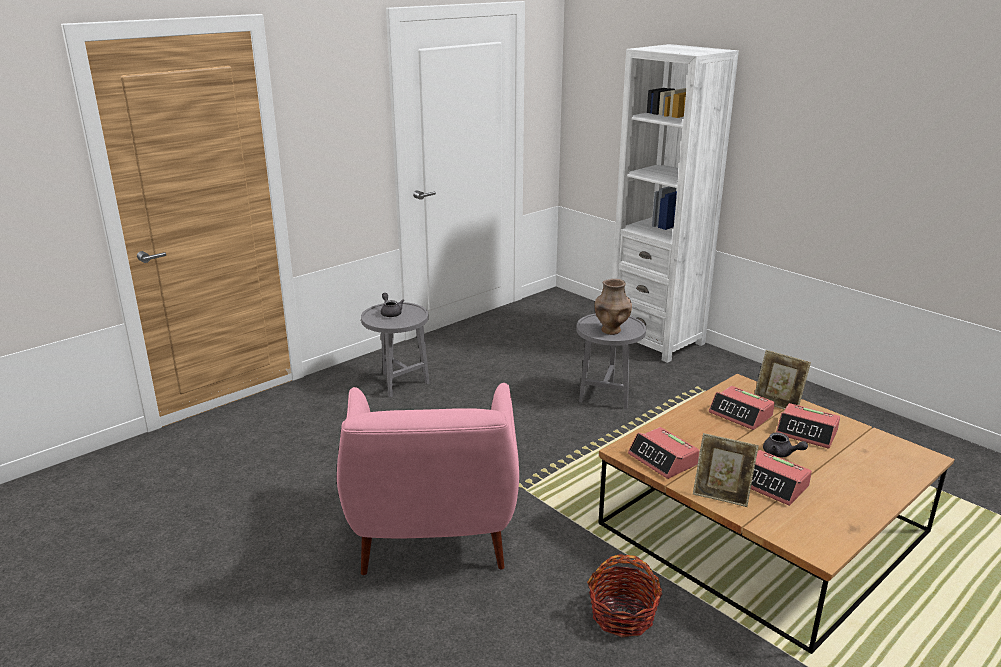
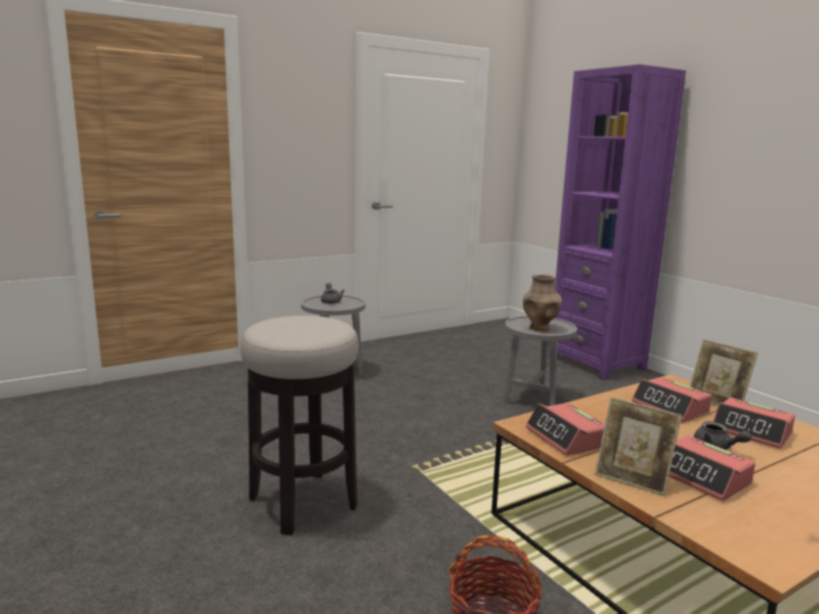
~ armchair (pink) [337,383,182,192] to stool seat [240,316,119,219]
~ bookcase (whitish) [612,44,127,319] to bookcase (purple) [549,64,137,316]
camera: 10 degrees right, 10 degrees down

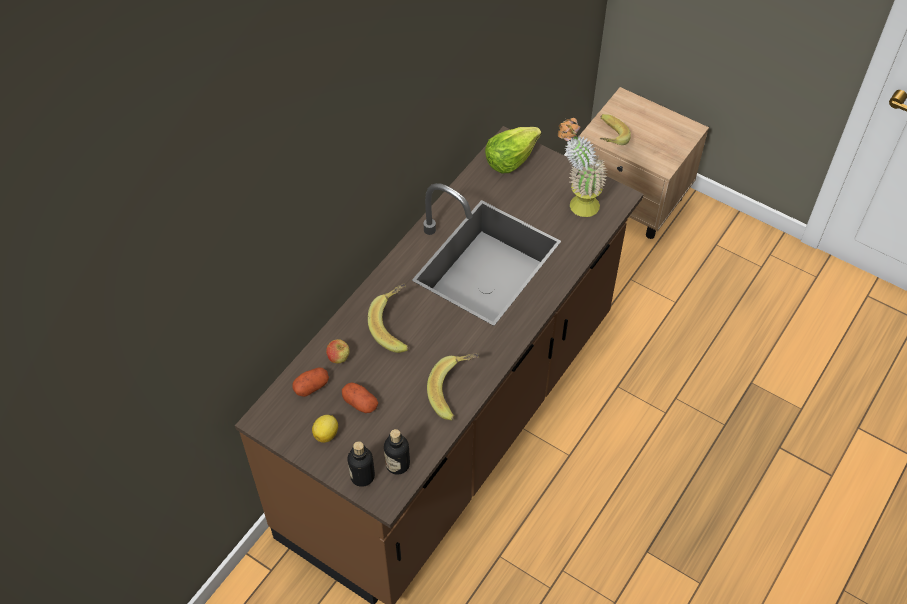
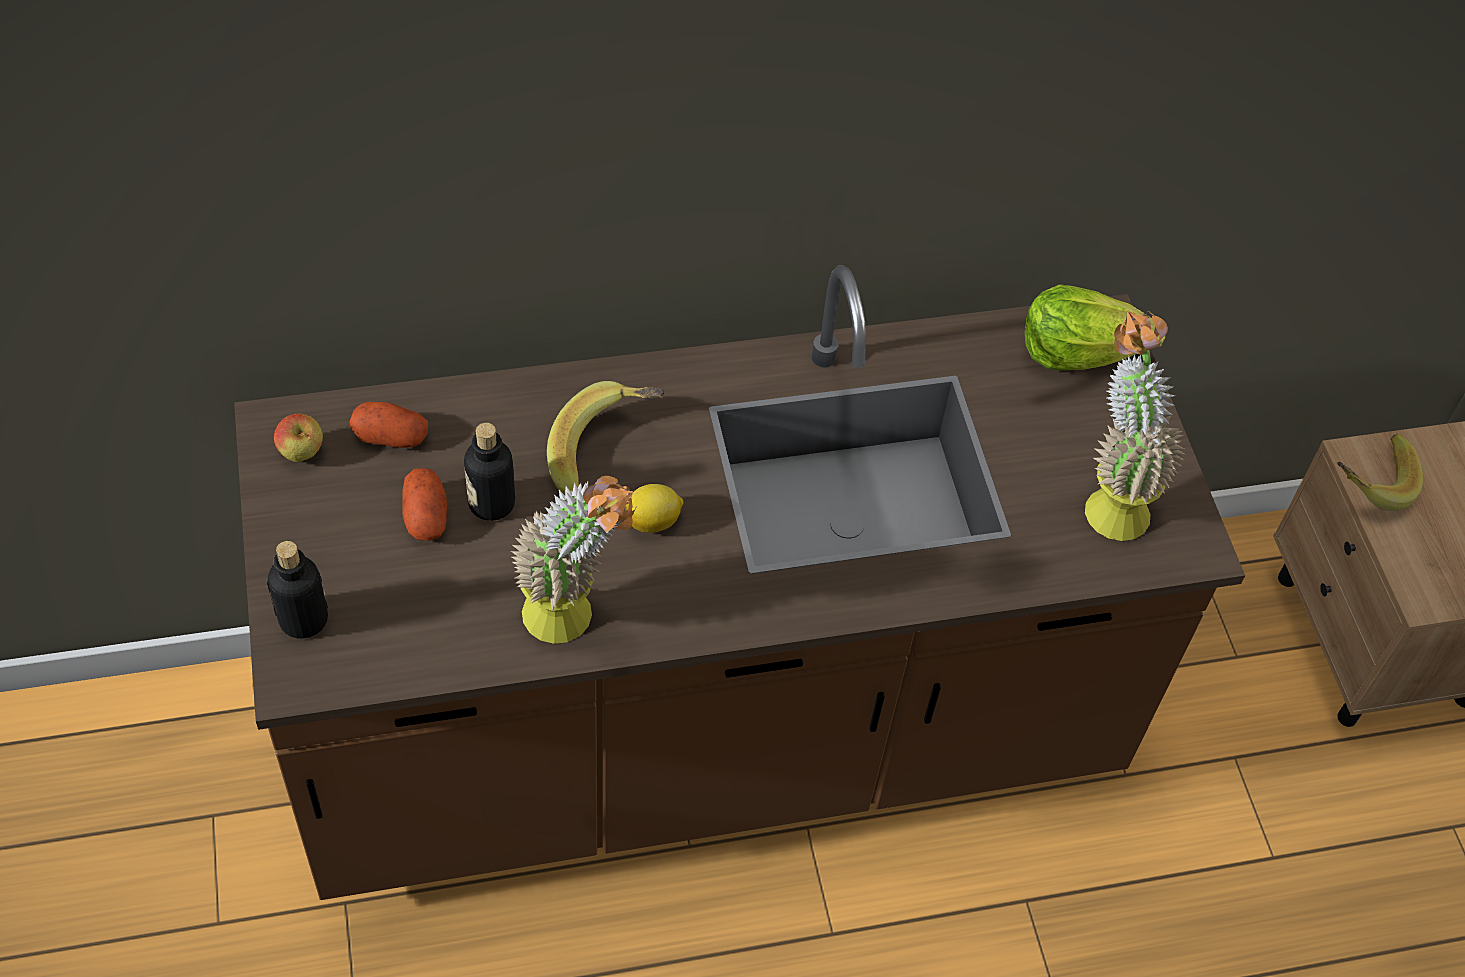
~ citrus fruit [312,415,26,28] to [626,484,58,49]
~ whole apple [326,339,24,24] to [274,414,49,48]
~ drink bottle [384,429,26,46] to [464,423,51,98]
~ whole banana [427,354,52,66] to plant in a pot [511,476,126,168]
camera: 40 degrees right, 0 degrees up

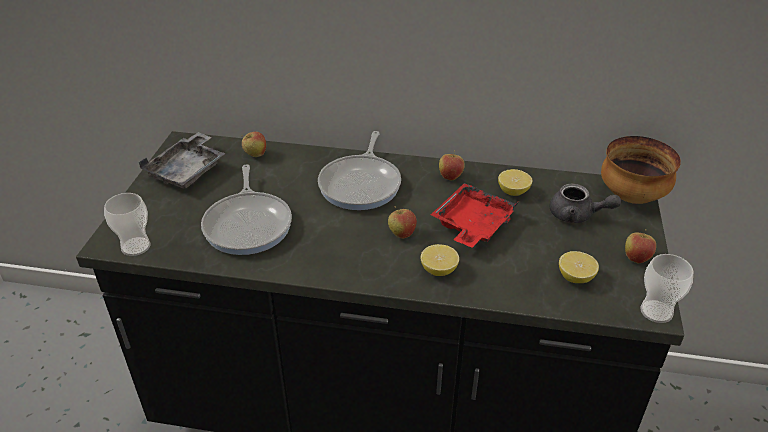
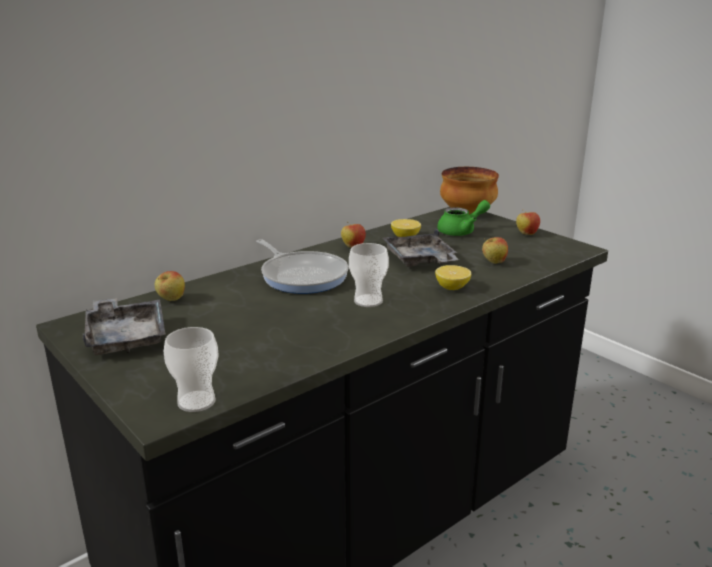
- pan [201,164,91,91]
~ whole apple [388,206,29,33] to [482,237,26,27]
~ carrying tray (reddish) [431,183,88,65] to carrying tray (gray) [382,228,77,39]
~ tea pot (gray) [550,184,71,39] to tea pot (greenish) [437,200,53,36]
- citrus fruit [559,251,40,32]
~ small cup [640,254,53,69] to [349,243,40,64]
camera: 50 degrees left, 15 degrees down

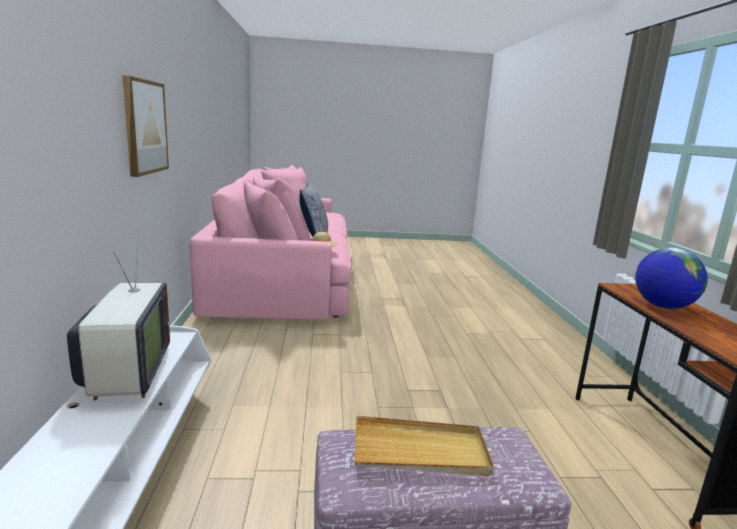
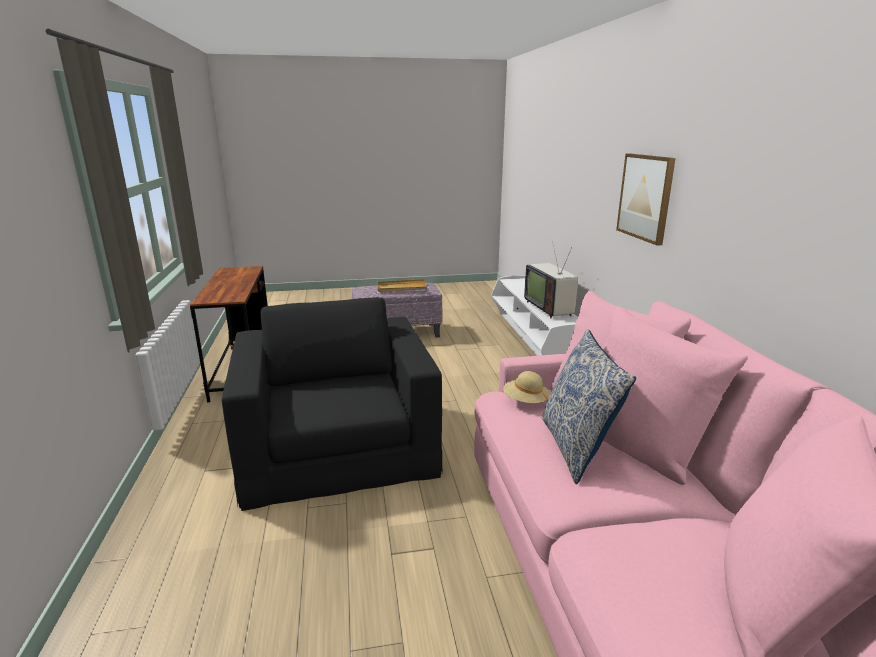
- desk globe [635,248,73,61]
+ armchair (black) [222,297,221,214]
camera: 175 degrees right, 5 degrees up

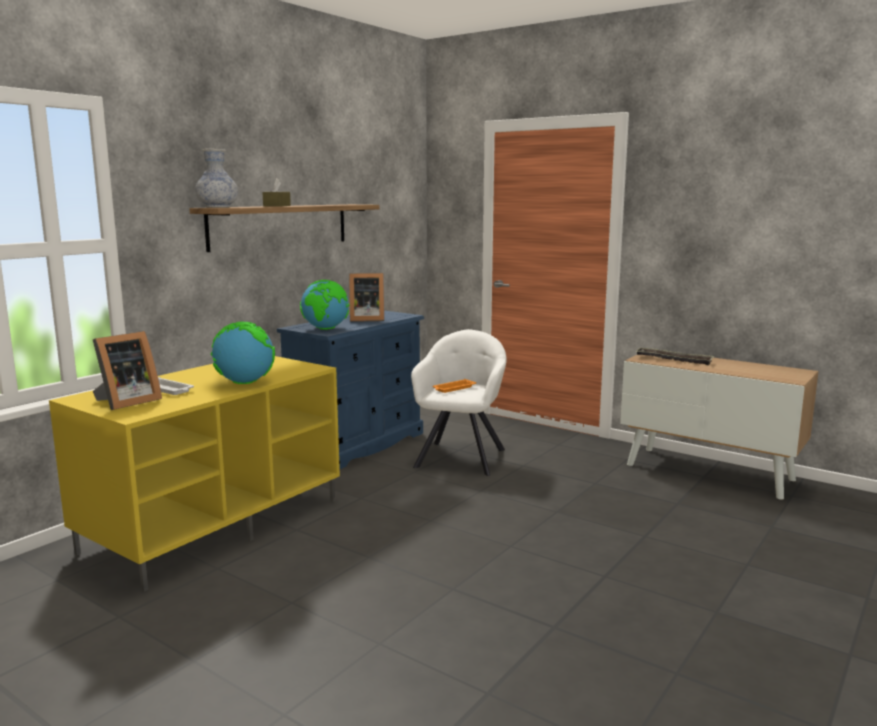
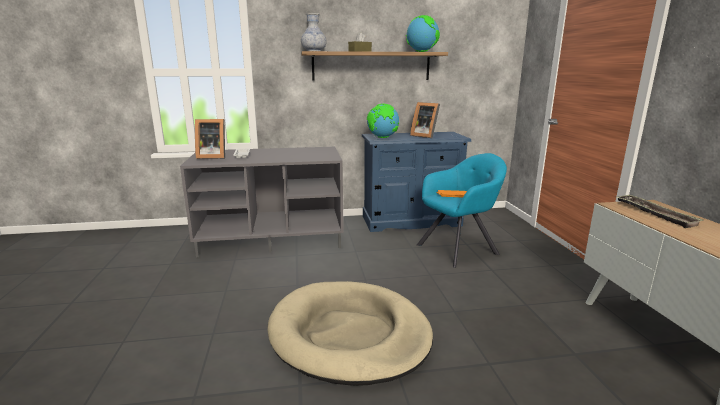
~ media console (yellow) [49,356,291,236] to media console (gray) [180,147,164,110]
~ desk globe [211,321,64,63] to [406,15,34,37]
~ armchair (whitish) [411,329,96,147] to armchair (blue-green) [417,153,90,115]
+ pet bed (beige) [267,281,166,105]
camera: 45 degrees right, 5 degrees up

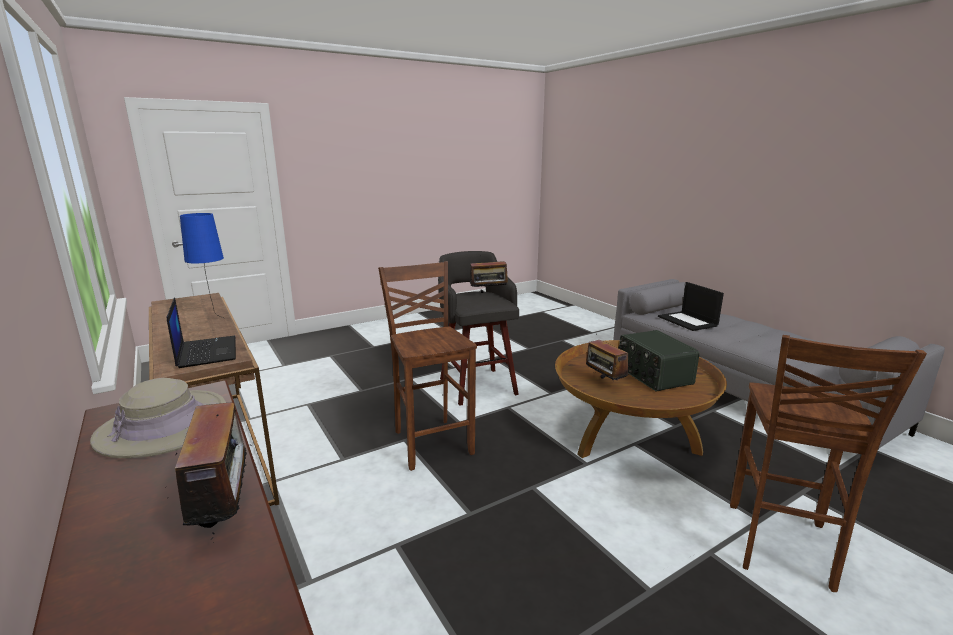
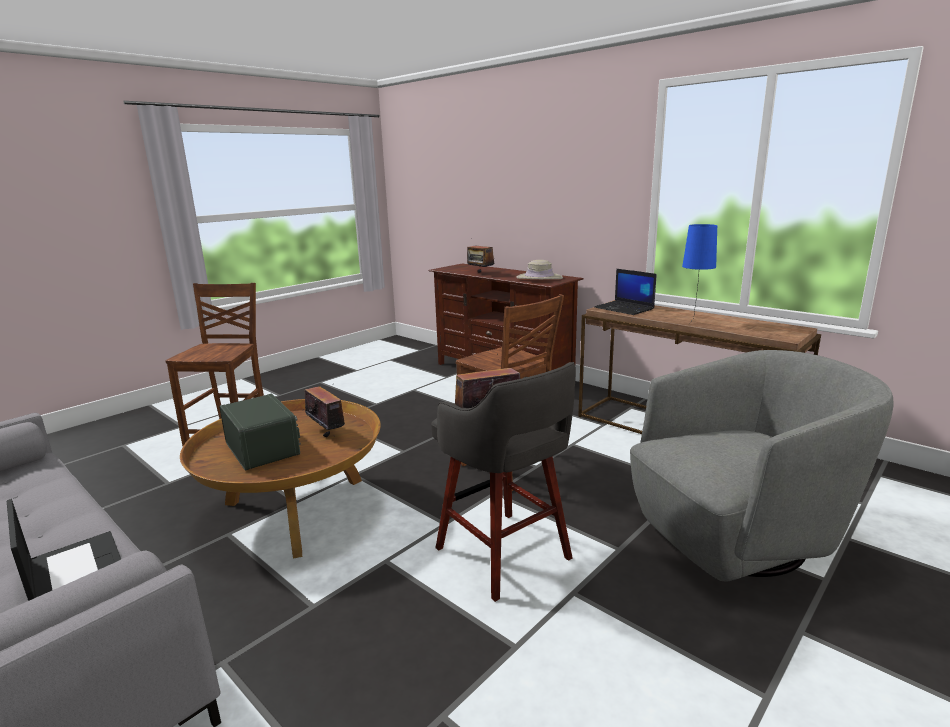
+ armchair (gray) [630,350,264,231]
camera: 165 degrees right, 0 degrees up

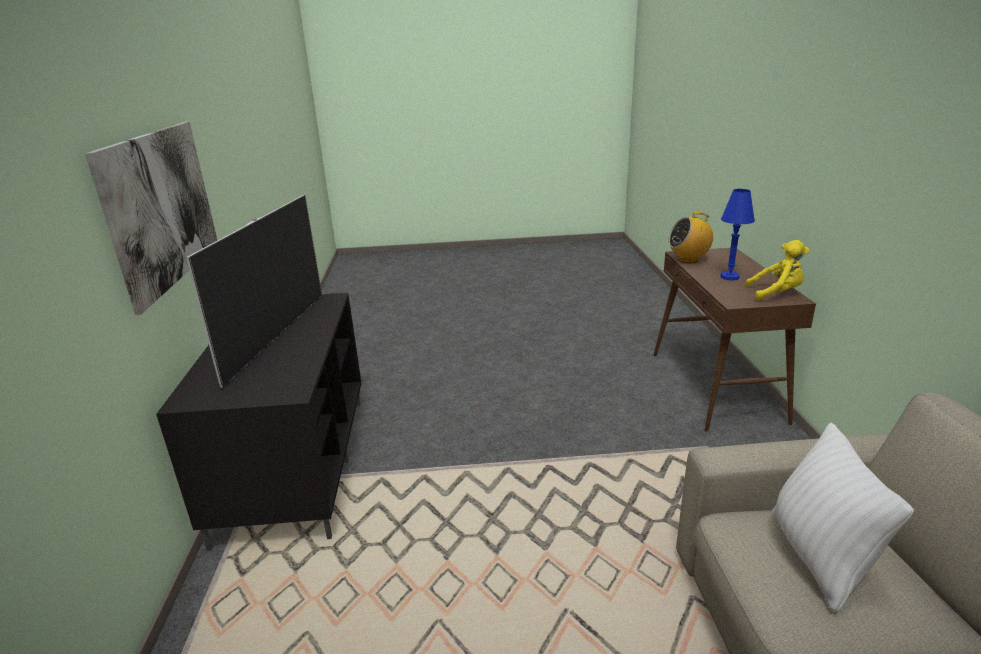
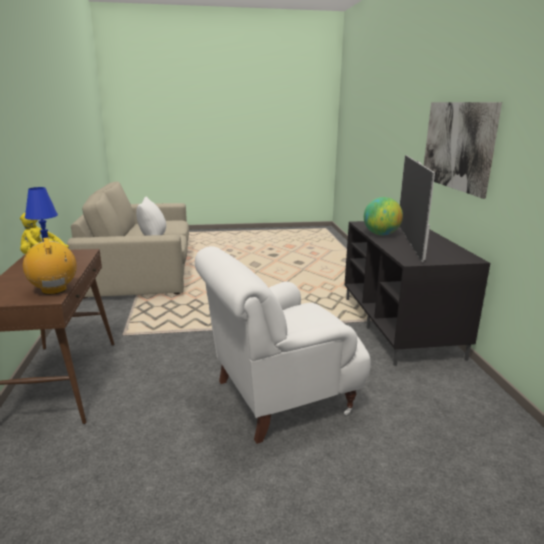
~ radio set [668,212,45,51] = [23,237,54,58] 105 degrees counterclockwise
+ armchair (whitish) [195,246,176,198]
+ desk globe [364,197,39,38]
camera: 175 degrees right, 5 degrees down

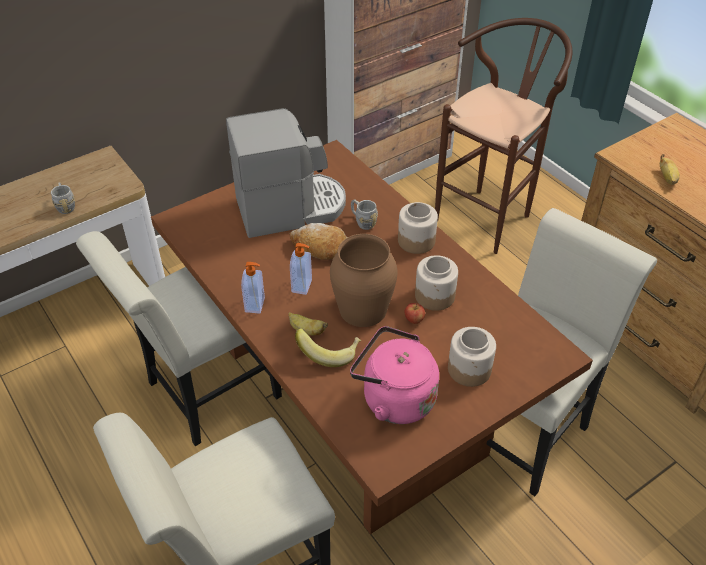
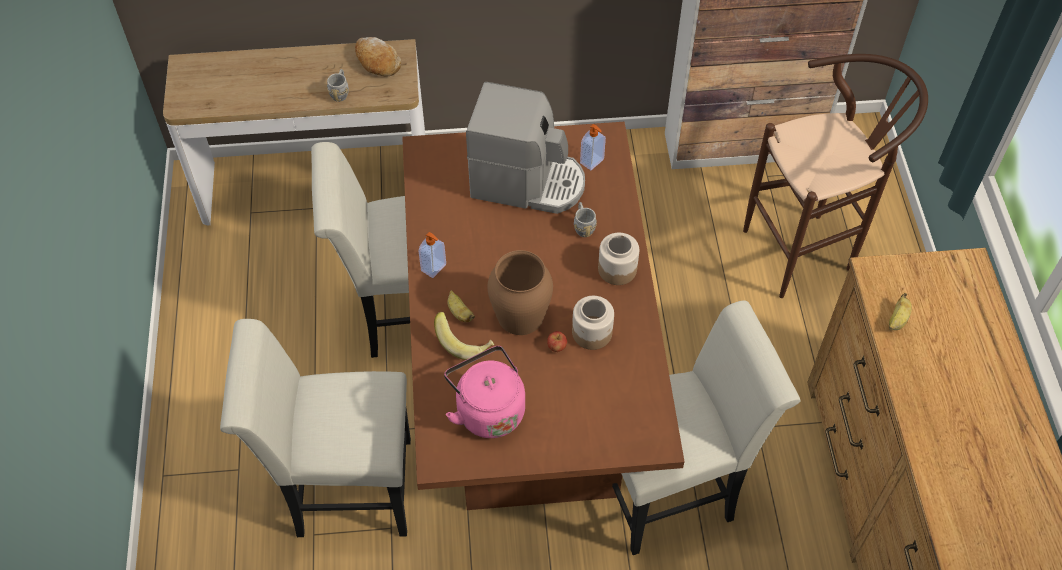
~ bread [289,223,59,37] to [355,37,46,39]
~ soap bottle [290,243,22,52] to [580,124,26,46]
- preserve jar [448,327,48,60]
camera: 30 degrees right, 10 degrees up

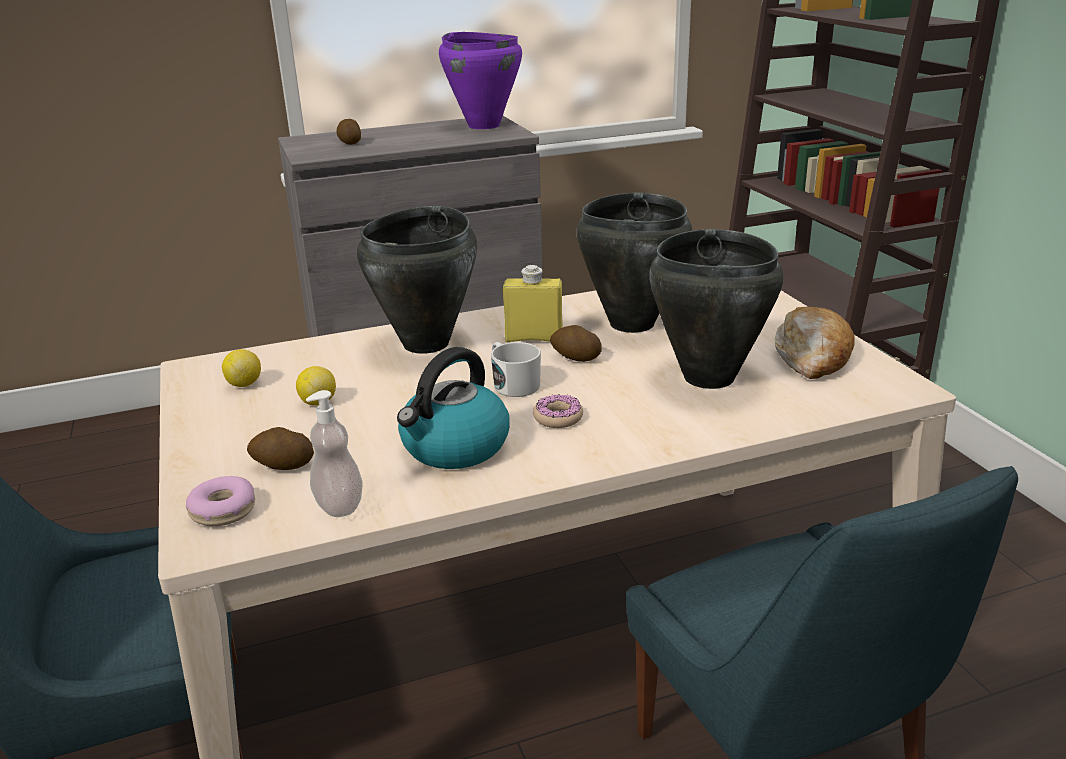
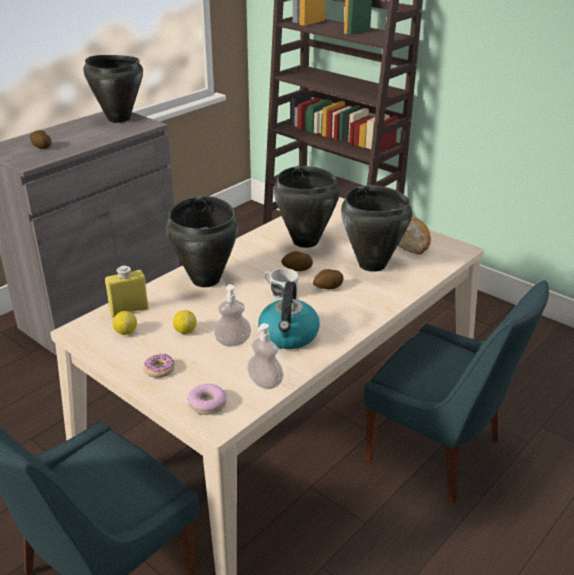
~ whole potato [247,427,67,43] to [313,269,30,21]
~ saucepot (purple) [439,32,83,97] to saucepot (black) [83,55,60,68]
~ drink bottle (yellow) [503,265,60,77] to [105,265,44,52]
~ ring doughnut [533,394,50,34] to [143,354,32,24]
+ soap bottle [214,284,37,62]
camera: 30 degrees left, 5 degrees up

